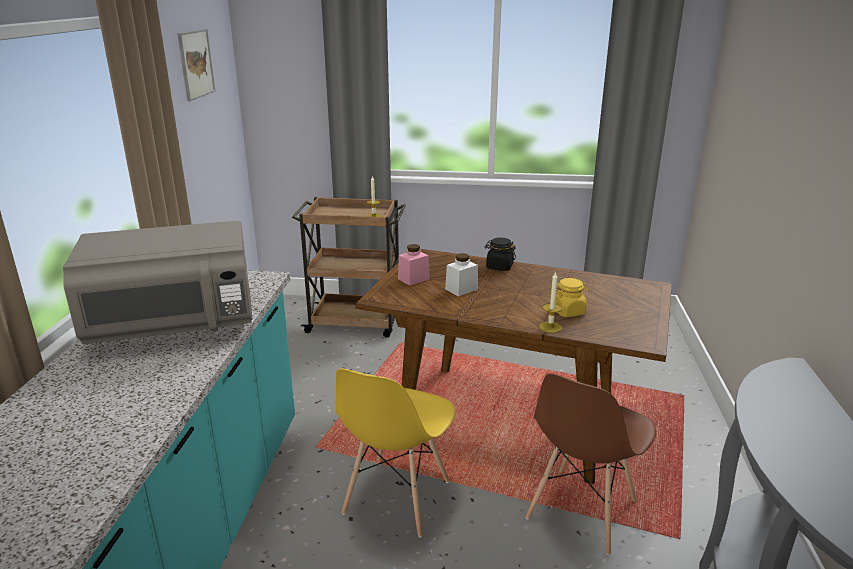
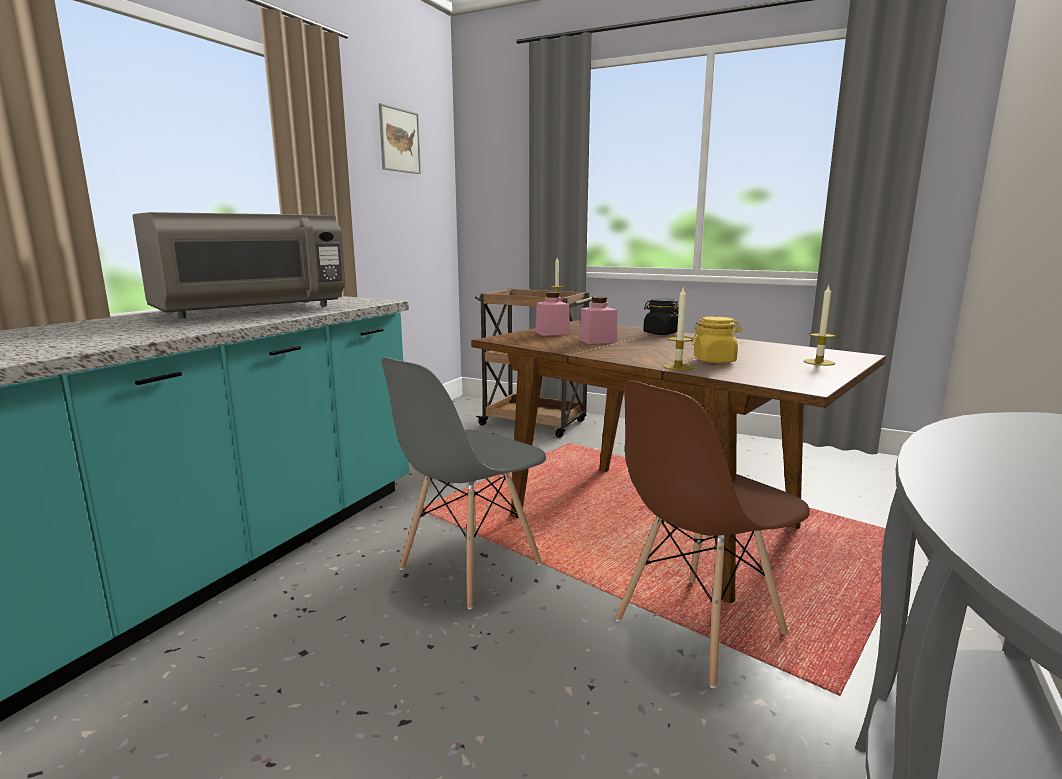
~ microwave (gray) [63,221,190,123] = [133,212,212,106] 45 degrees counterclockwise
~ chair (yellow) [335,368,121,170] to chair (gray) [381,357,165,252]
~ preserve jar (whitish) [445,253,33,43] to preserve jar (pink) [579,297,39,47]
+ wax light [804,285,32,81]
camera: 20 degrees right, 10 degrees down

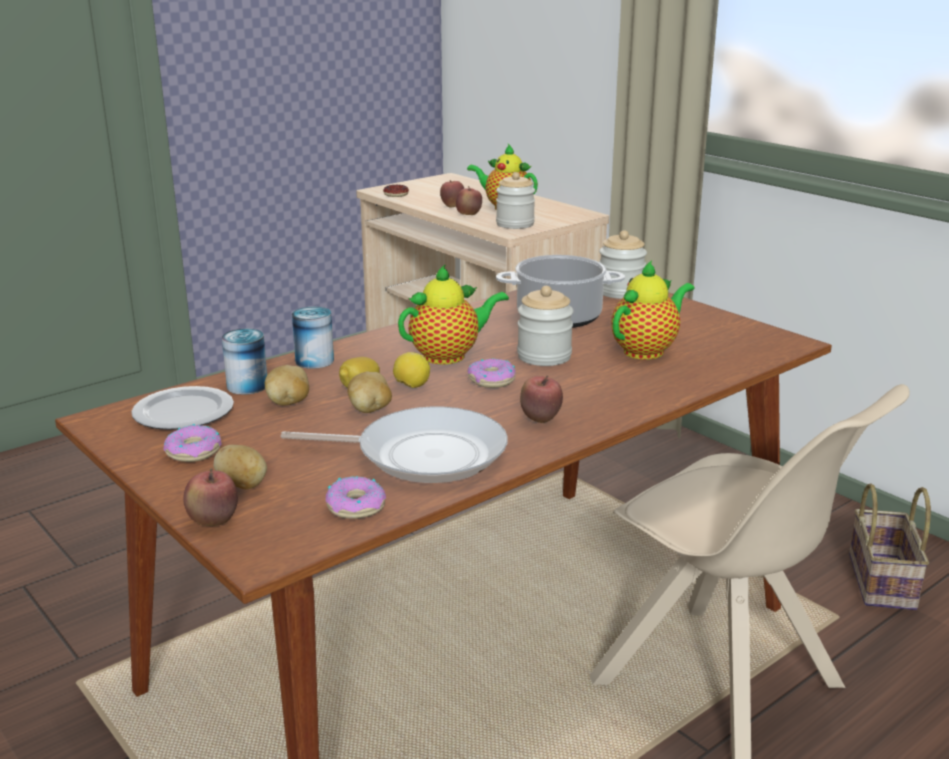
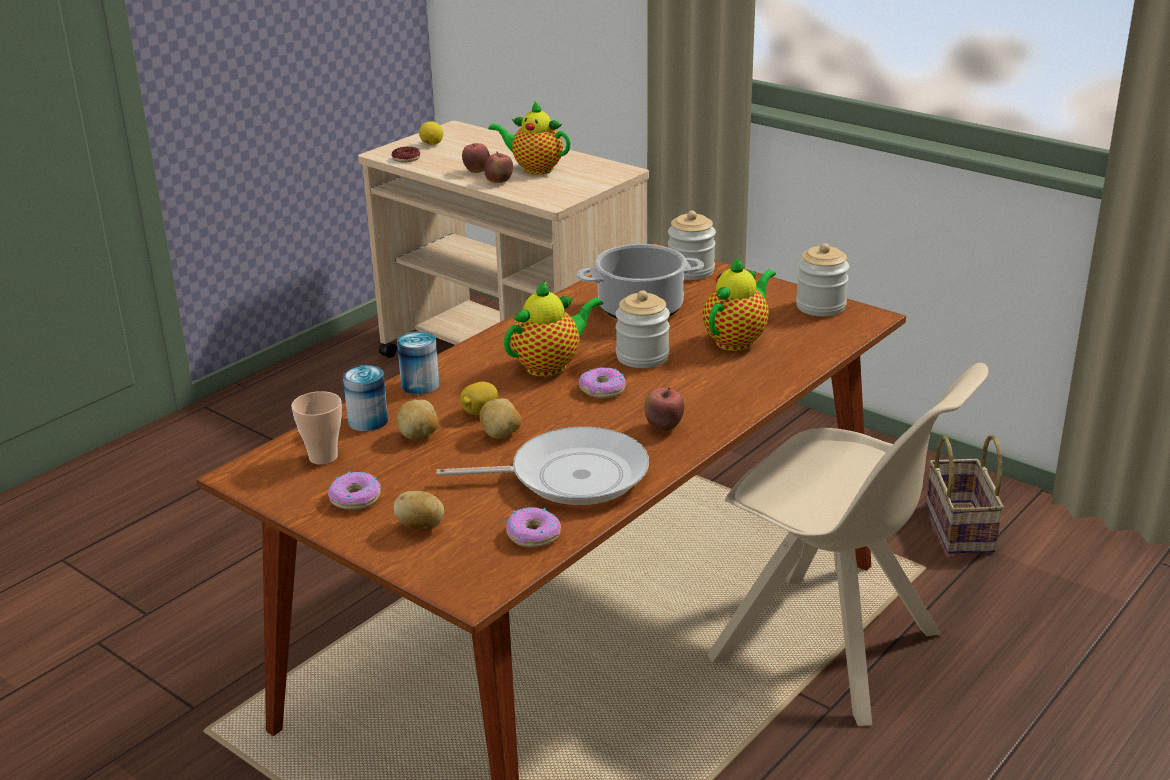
~ plate [131,386,103,44] to small cup [291,391,51,74]
- whole apple [183,468,55,58]
~ citrus fruit [393,352,37,36] to [419,121,24,24]
~ preserve jar [496,172,39,57] to [796,243,53,73]
camera: 10 degrees left, 5 degrees up

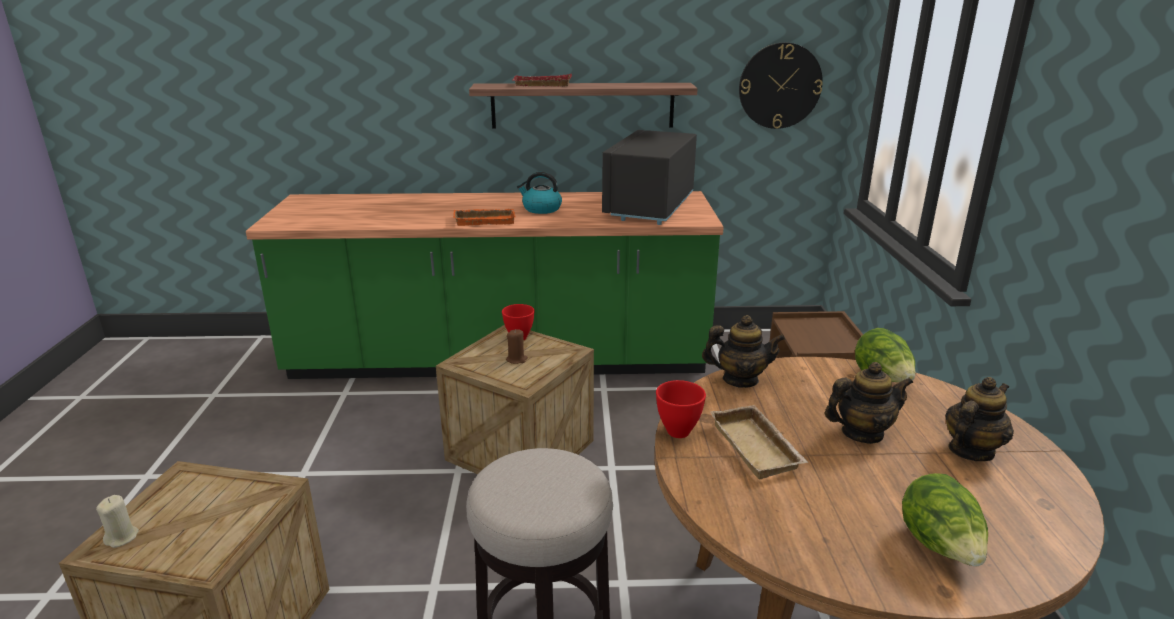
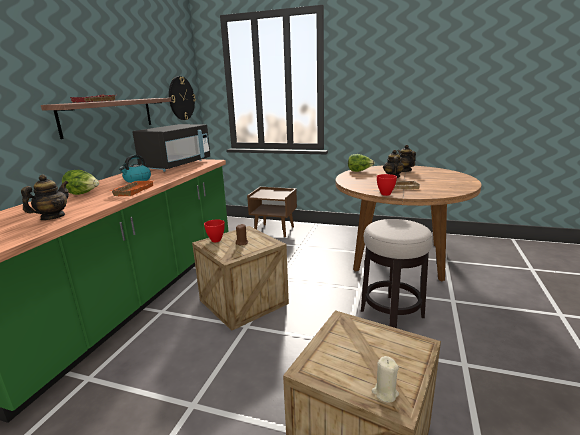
~ microwave (black) [602,130,95,95] = [133,124,77,48] 105 degrees counterclockwise
~ tea pot [702,315,83,73] to [21,174,48,46]
~ lettuce head [902,473,86,94] to [62,170,37,25]
camera: 70 degrees left, 5 degrees down

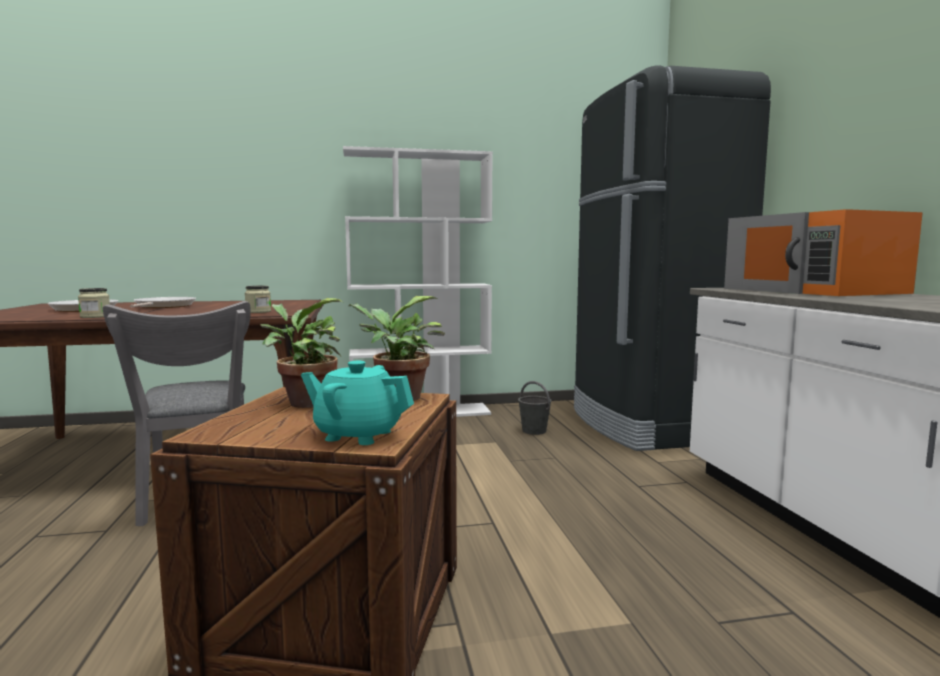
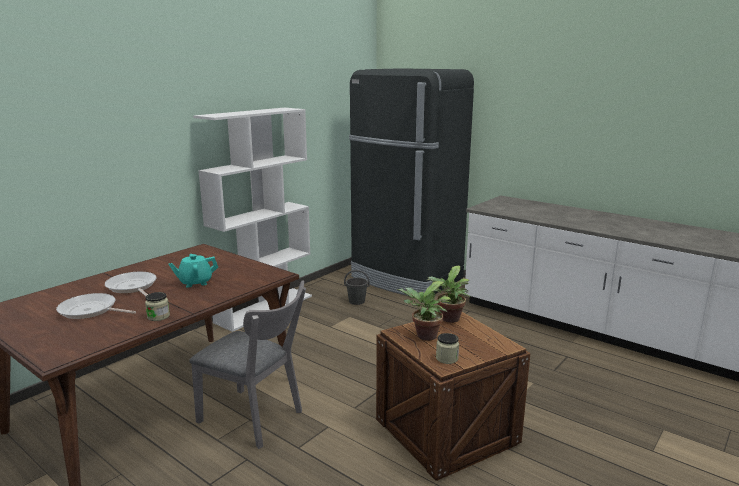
~ preserve jar [245,286,26,27] to [436,333,23,31]
~ tea pot (blue-green) [301,361,113,84] to [168,254,50,34]
- microwave (orange-coloured) [724,209,199,87]
camera: 40 degrees left, 10 degrees up

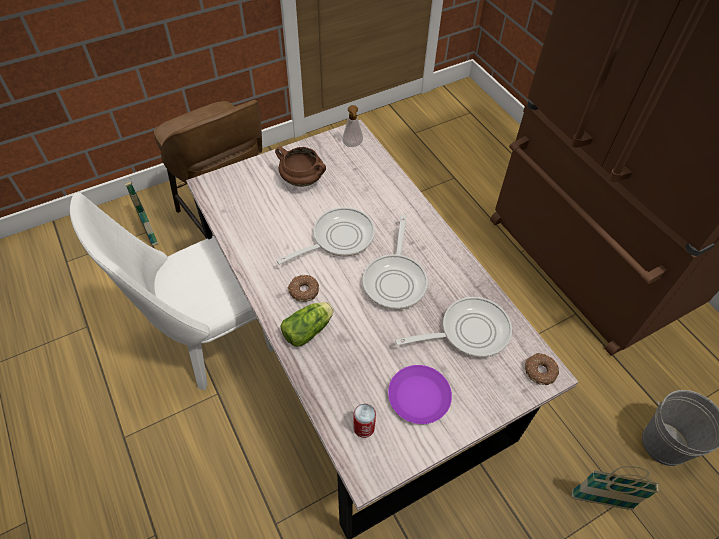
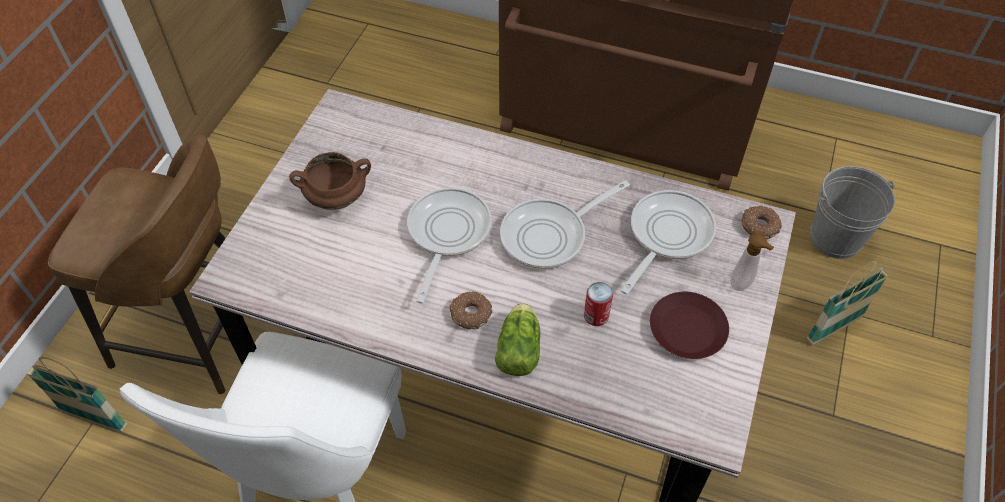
~ soap bottle [342,105,21,42] to [730,233,44,58]
~ sealed can [353,404,23,34] to [584,282,29,44]
~ pan [363,215,65,95] = [500,180,130,89] 90 degrees clockwise
~ plate (purple) [388,365,64,59] to plate (brown-coloured) [650,292,79,67]
camera: 40 degrees left, 0 degrees up

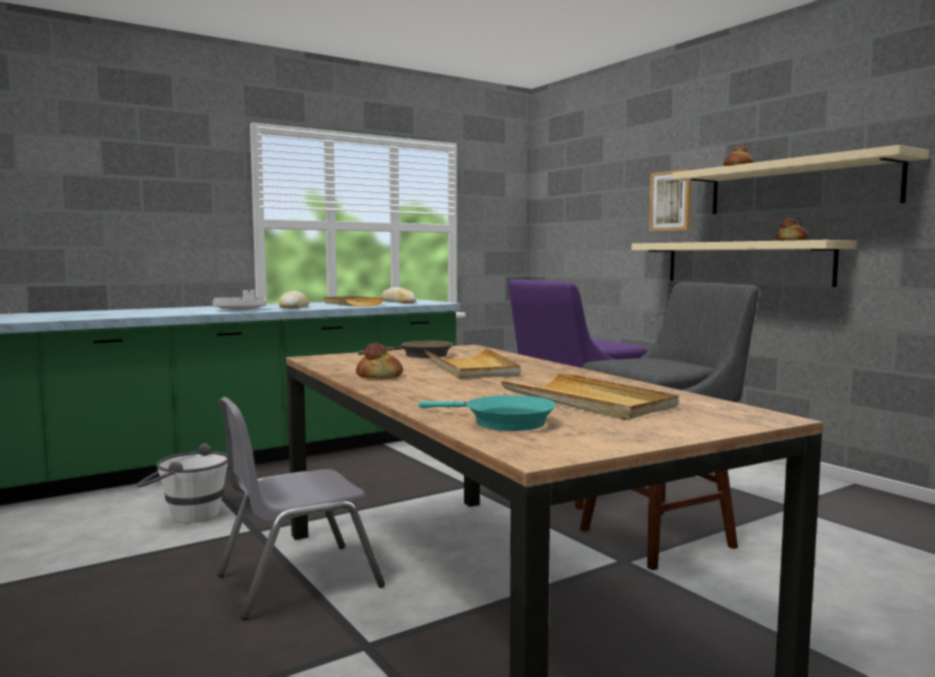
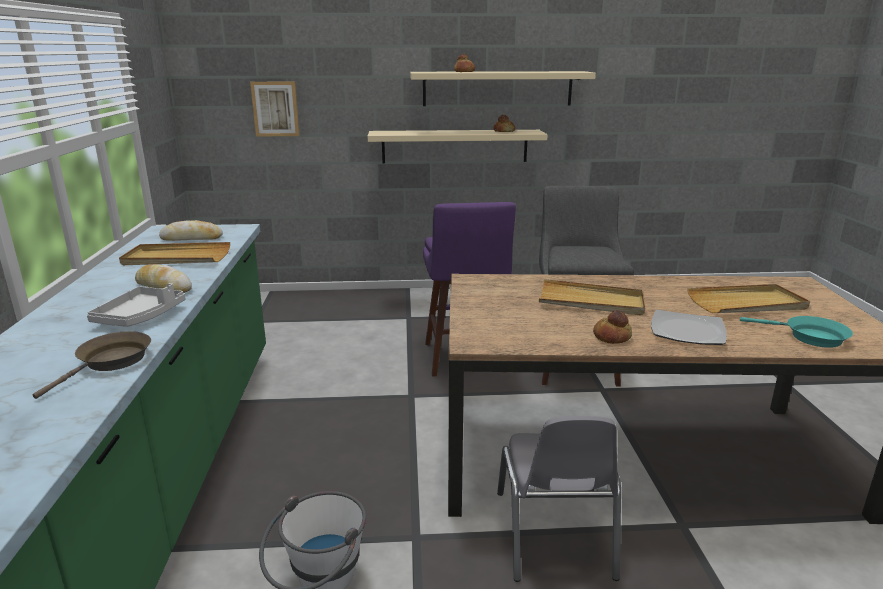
~ pan (brown-coloured) [358,341,95,17] to [33,331,118,68]
~ pan (blue-green) [419,395,137,36] = [740,316,113,32] 60 degrees clockwise
~ wall picture [649,168,43,64] to [250,82,50,55]
+ plate [651,310,76,35]
camera: 60 degrees left, 15 degrees up

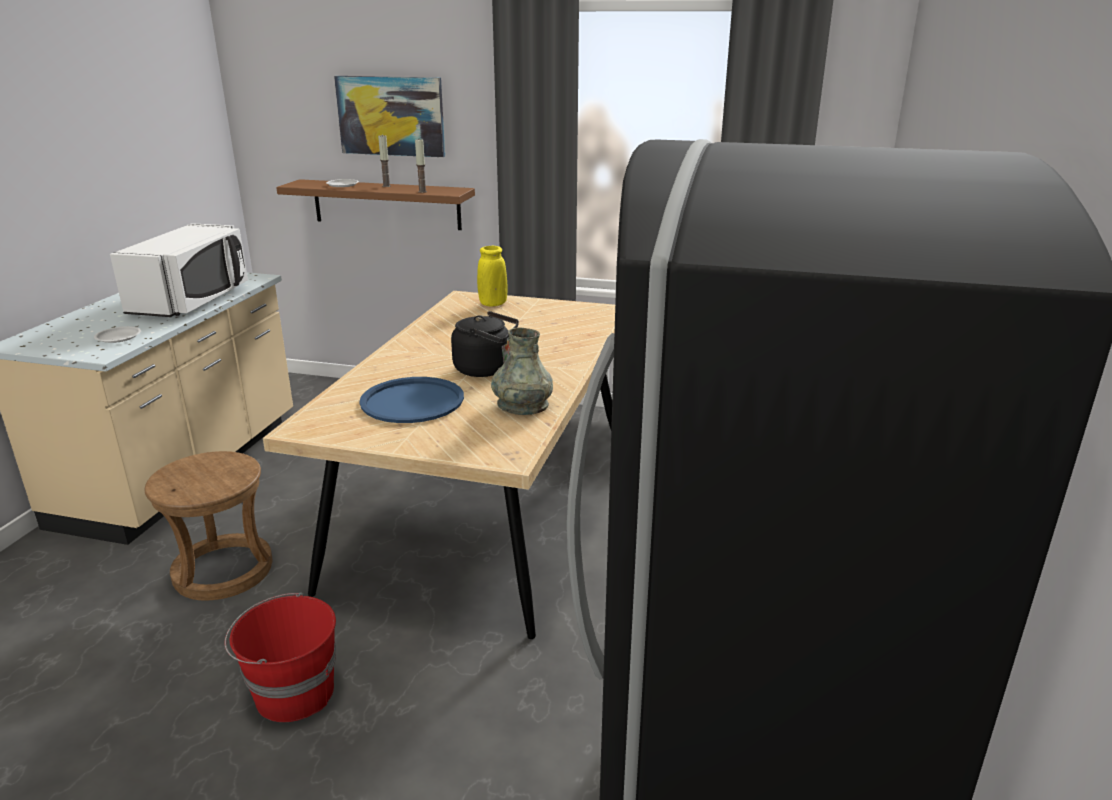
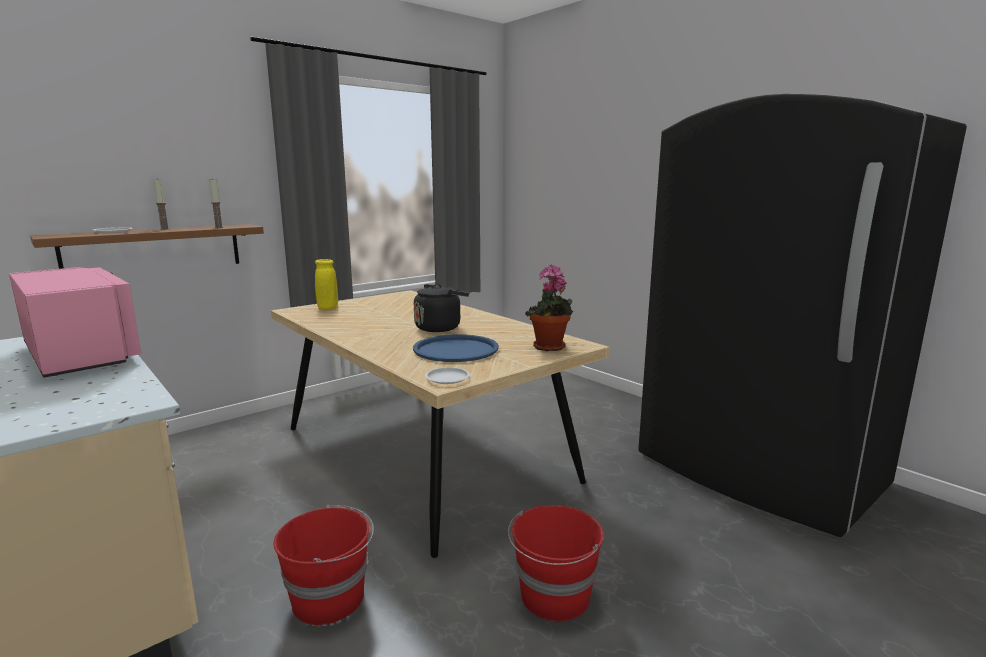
~ plate (whitish) [94,326,47,17] to [425,367,45,17]
~ microwave (whitish) [110,223,138,94] to microwave (pink) [9,267,132,111]
~ stool seat (brown-coloured) [145,451,127,150] to bucket (reddish) [274,505,100,120]
- wall picture [334,76,111,81]
- vase (gray) [491,328,62,87]
+ plant in a pot [525,264,48,87]
camera: 55 degrees left, 10 degrees down

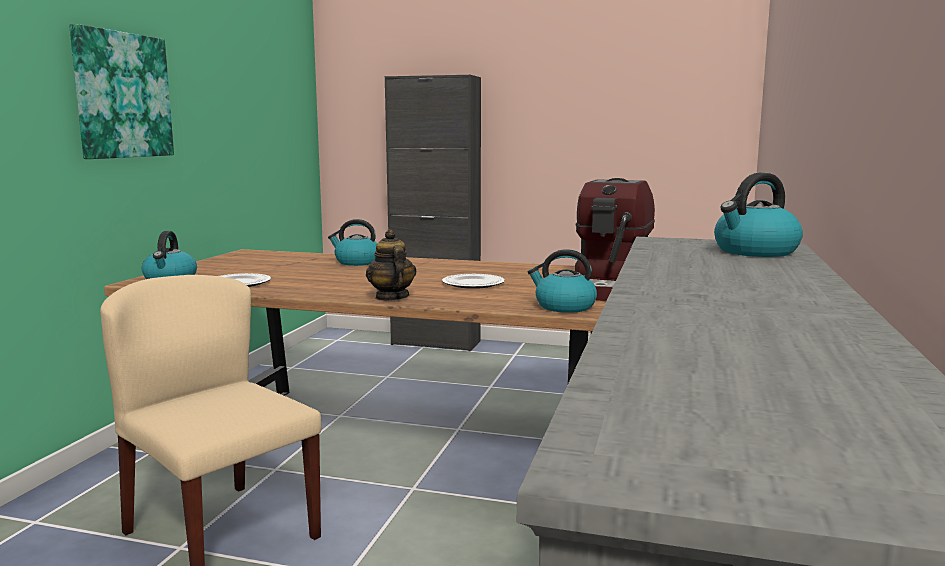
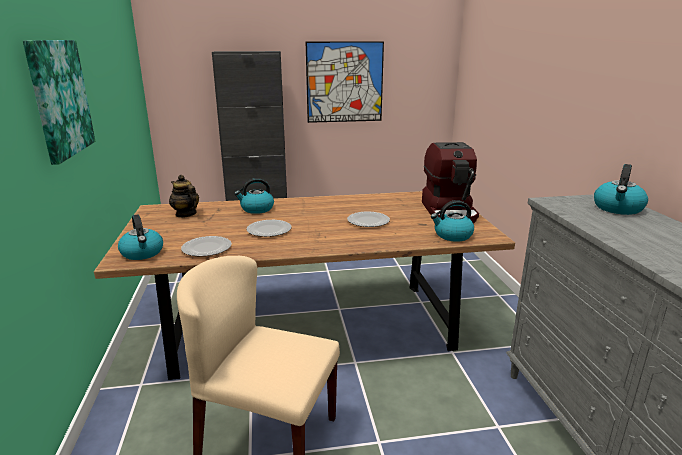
~ tea pot [366,230,50,71] to [169,175,30,43]
+ plate [246,220,45,17]
+ wall picture [306,41,78,82]
camera: 25 degrees left, 10 degrees up

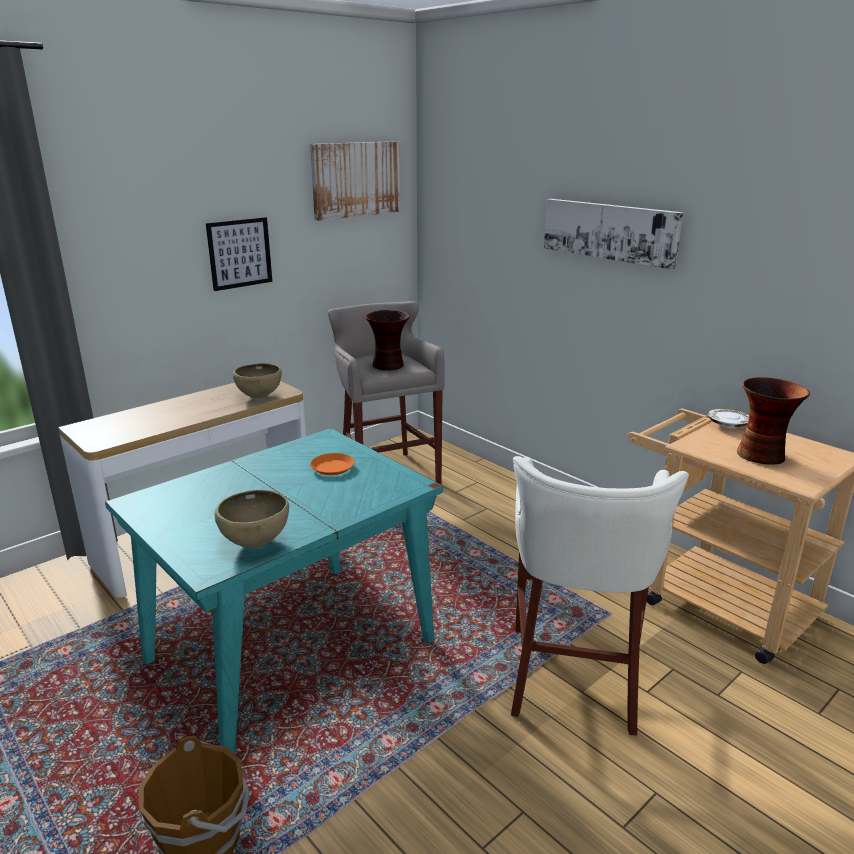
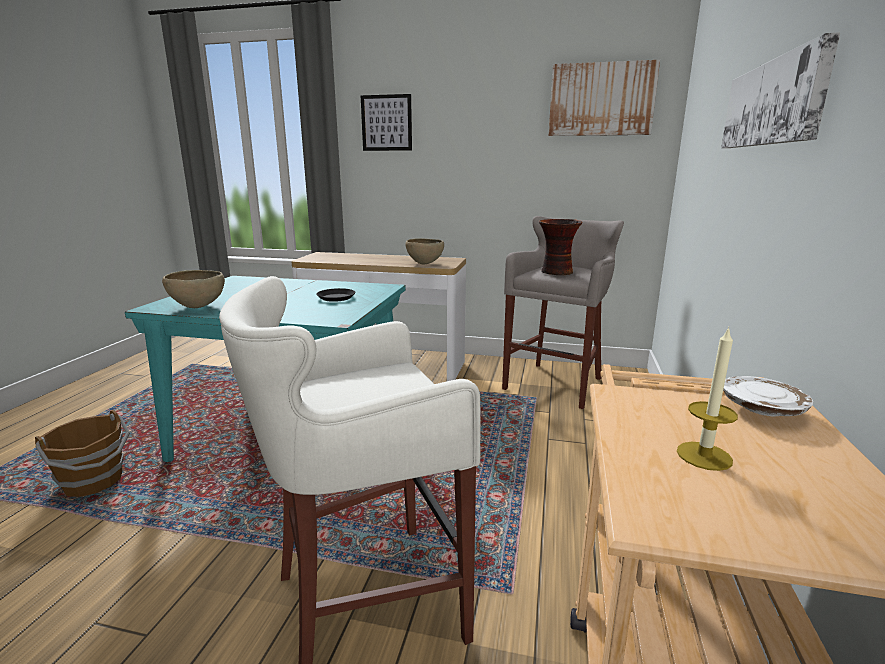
~ wall picture [206,217,66,74] to [361,94,51,57]
~ plate (orange-coloured) [310,453,45,22] to plate (black) [316,288,40,14]
~ vase [737,377,73,87] to wax light [677,326,61,145]
camera: 55 degrees right, 5 degrees down

